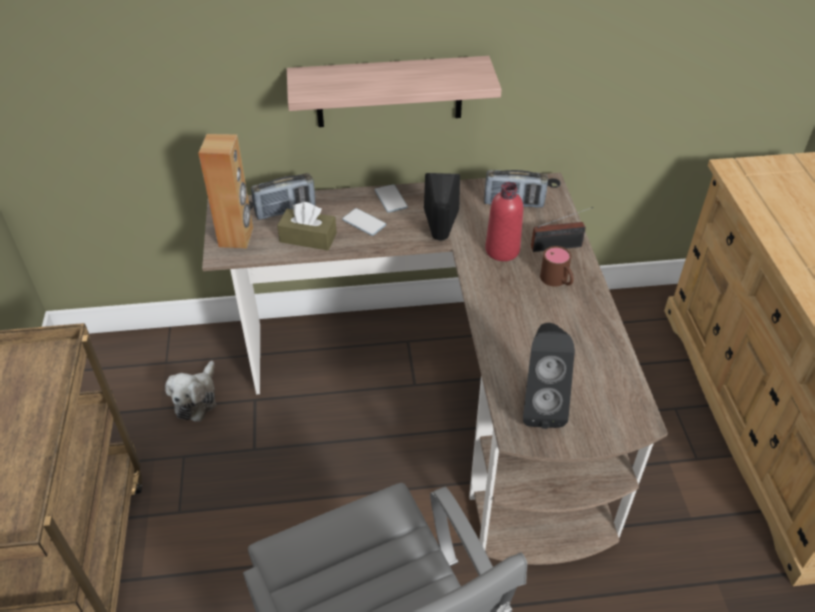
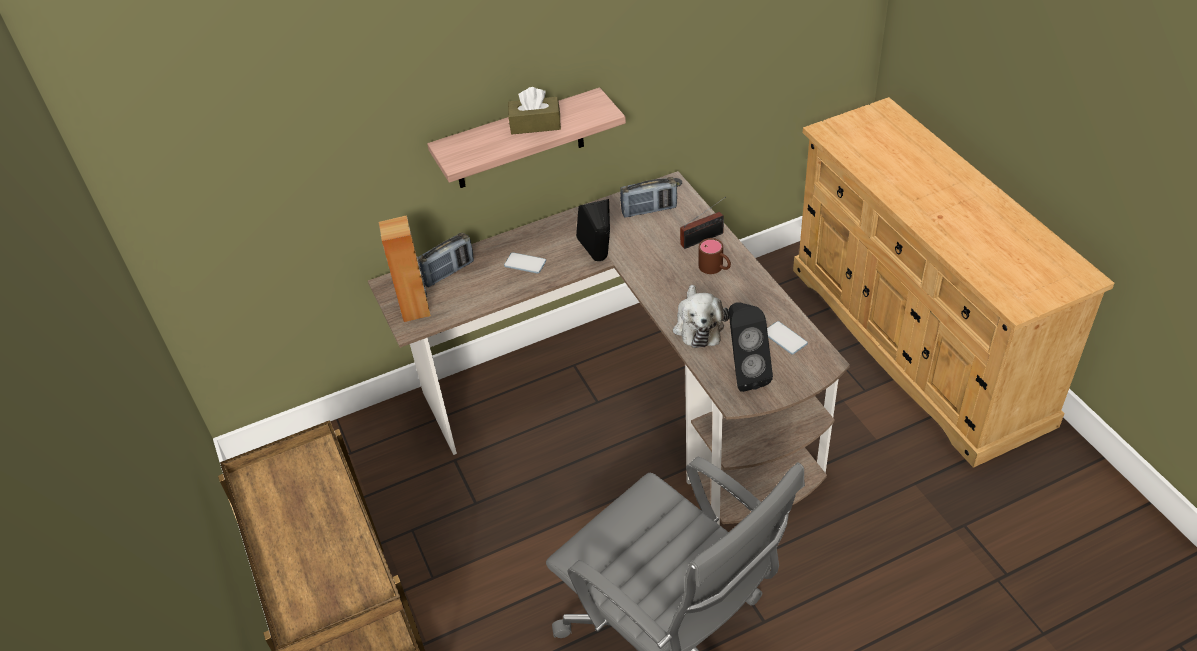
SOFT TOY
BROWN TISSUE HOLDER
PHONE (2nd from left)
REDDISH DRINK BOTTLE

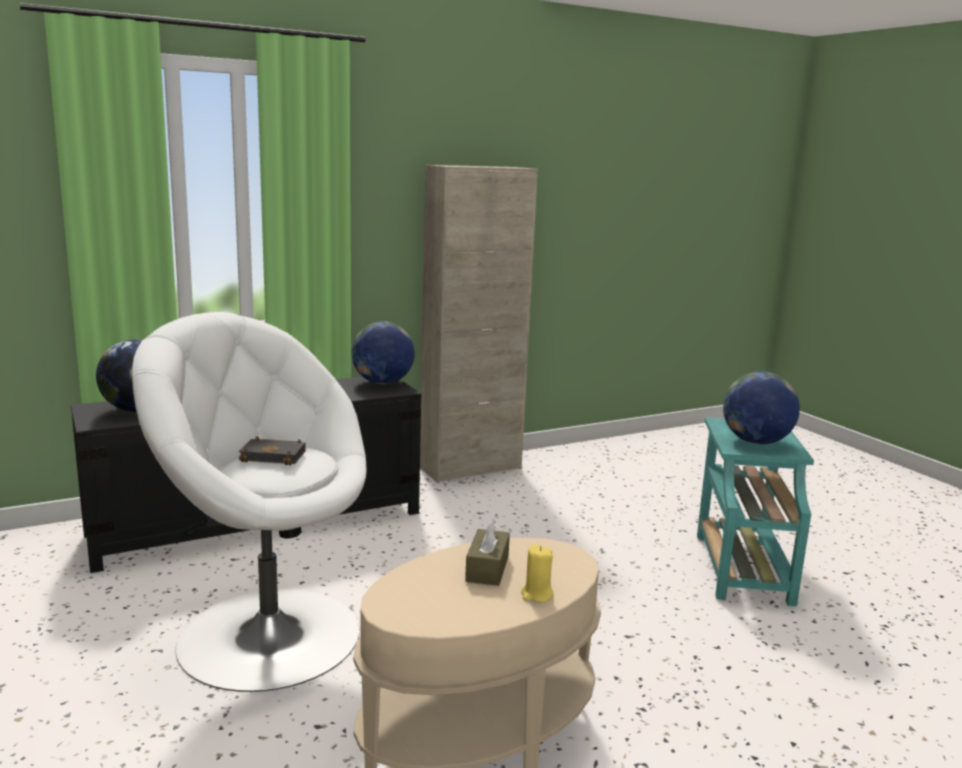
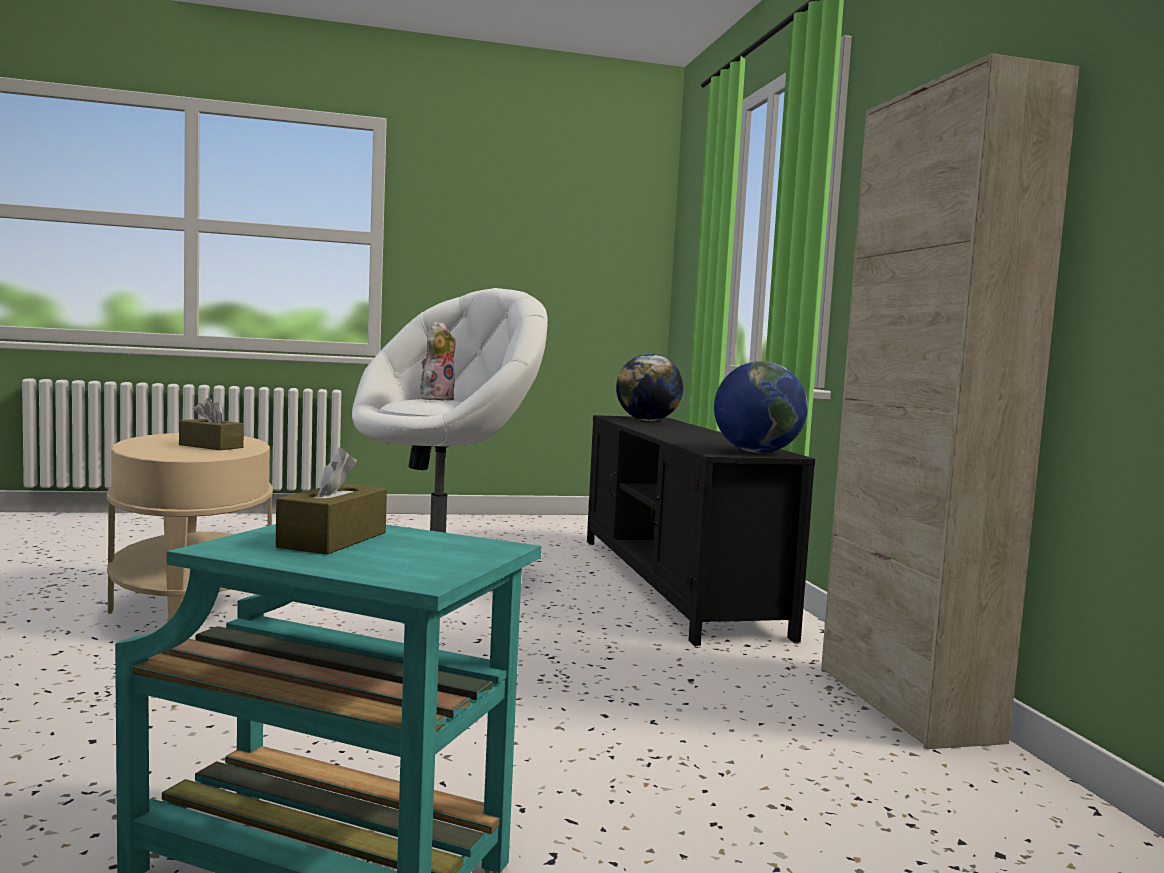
SOFT TOY
YELLOW-COLOURED WAX CANDLE
BROWN TISSUE HOLDER (2nd from left)

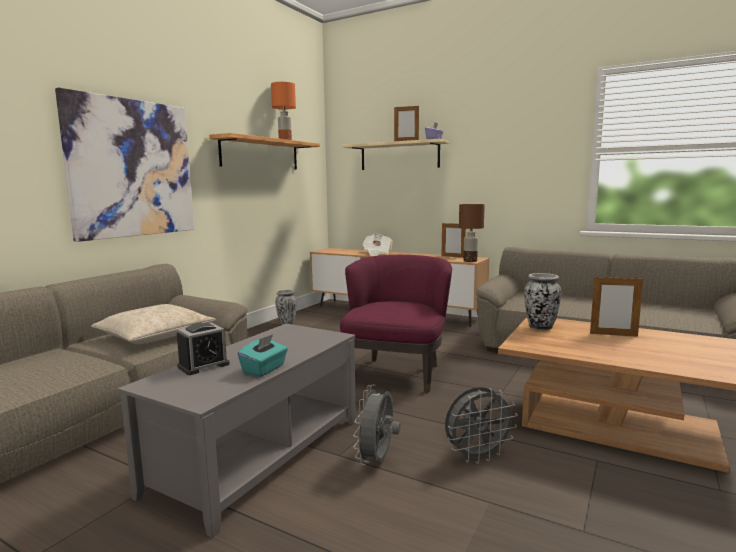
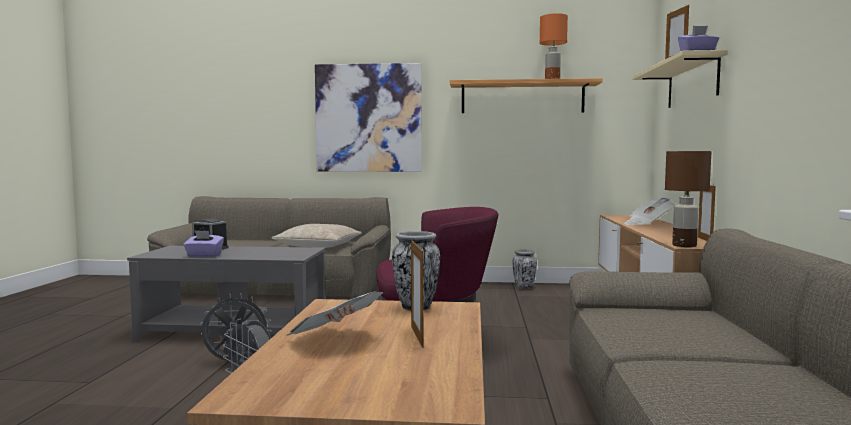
PURPLE TISSUE HOLDER (1st from left)
PRINTED PAPER (1st from left)

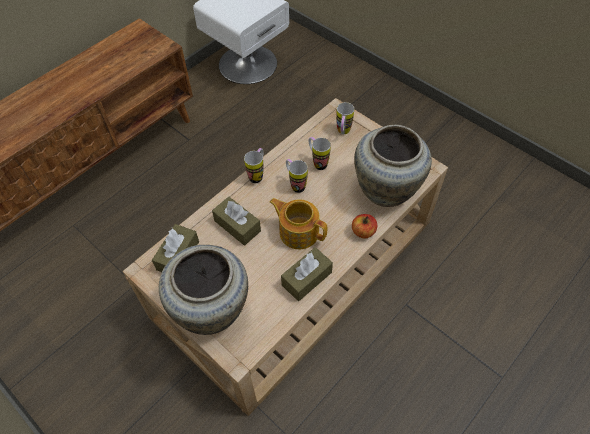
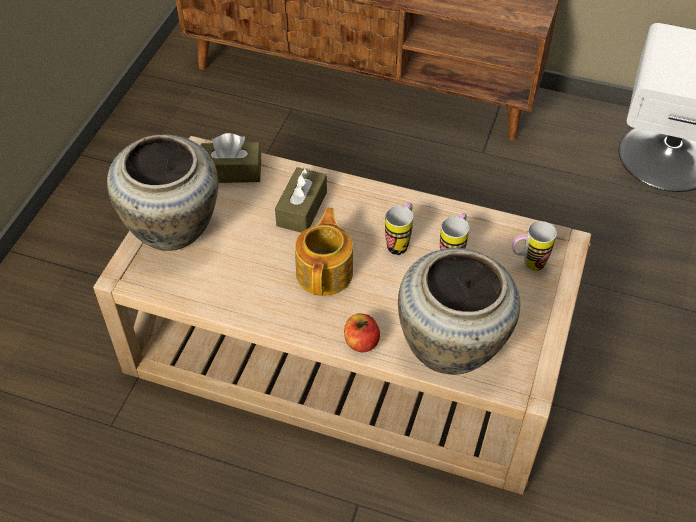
MUG (1st from left in the first image)
BROWN TISSUE HOLDER (3rd from left in the first image)

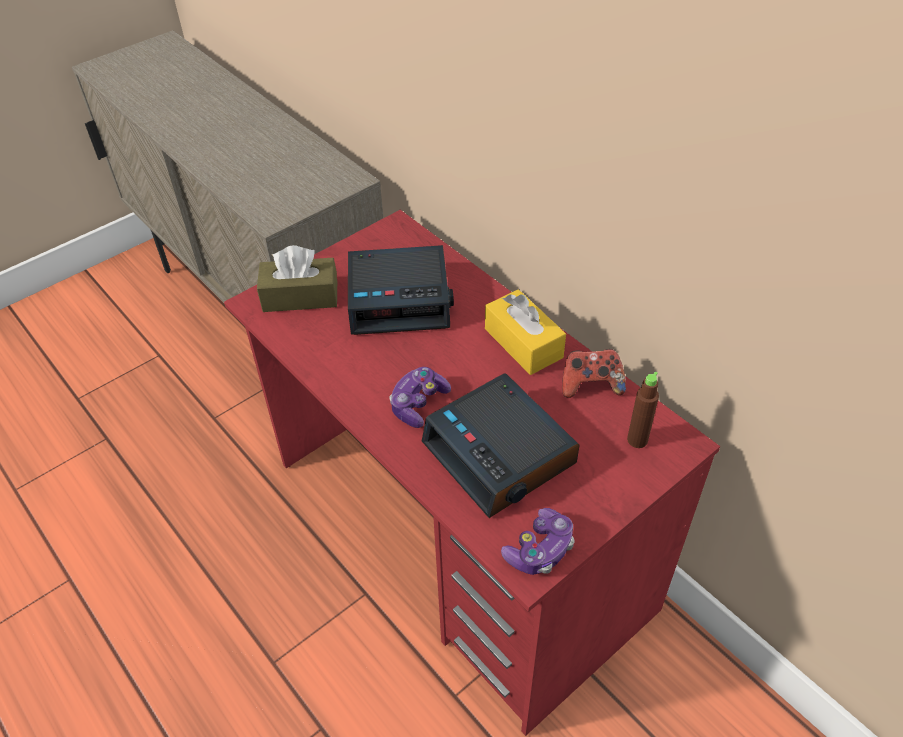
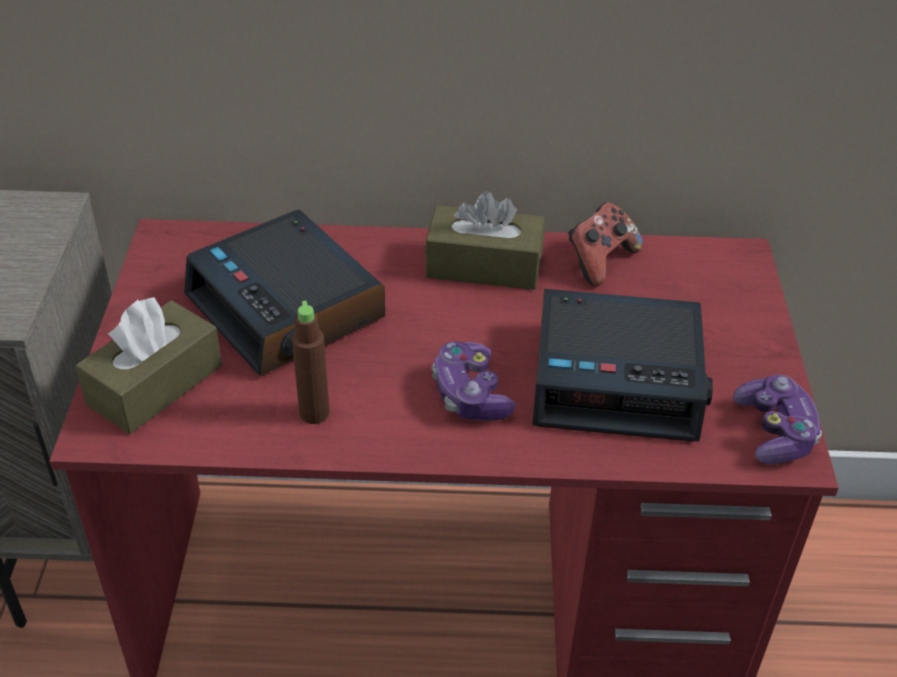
TABLE CLOCK (1st from left)
BROWN TISSUE HOLDER (2nd from left)
BROWN DRINK BOTTLE

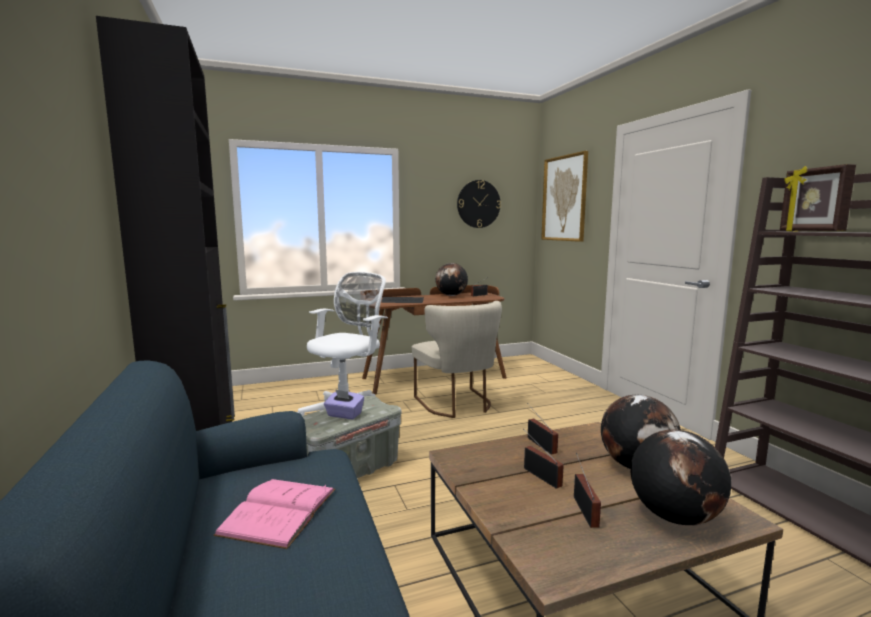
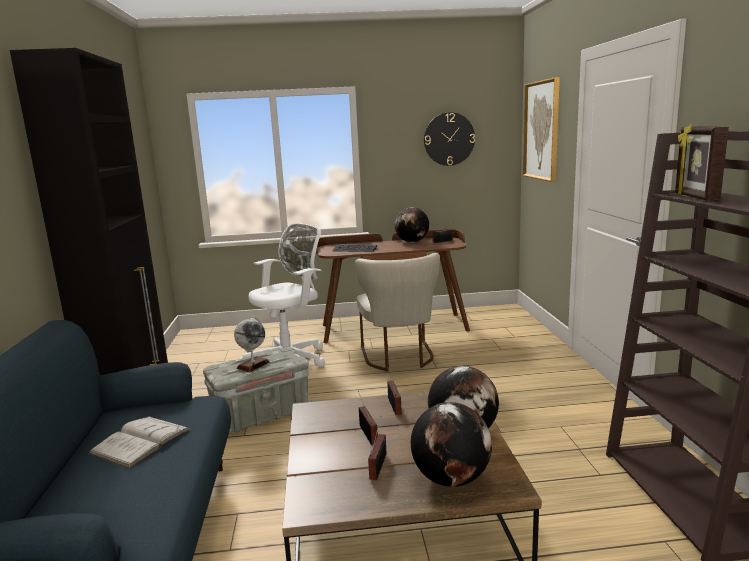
WHITISH BOOK
WORLD GLOBE (1st from left)

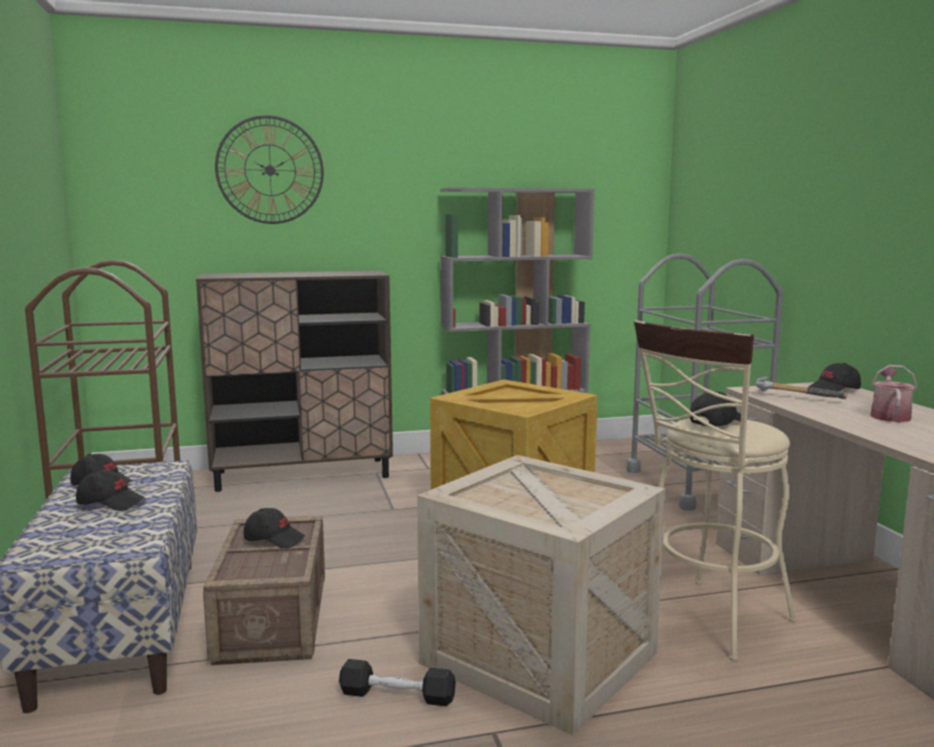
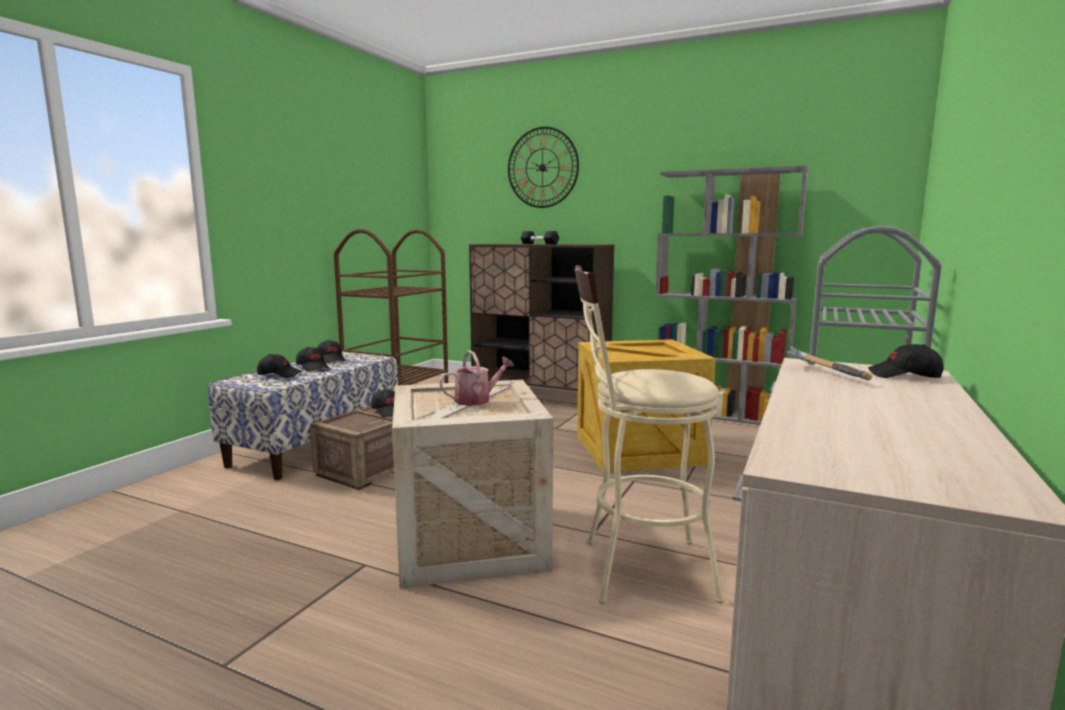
BLACKISH HAND WEIGHT
BLACKISH PEAKED CAP (1st from left)
SPRINKLING CAN

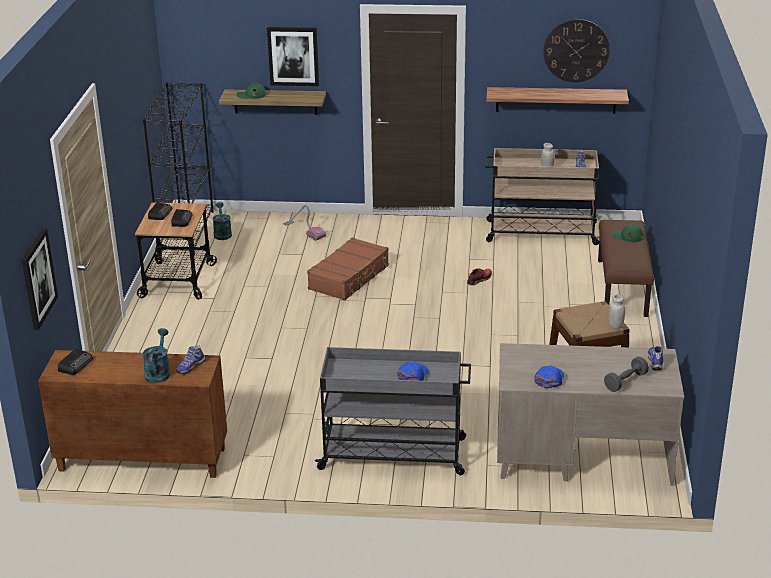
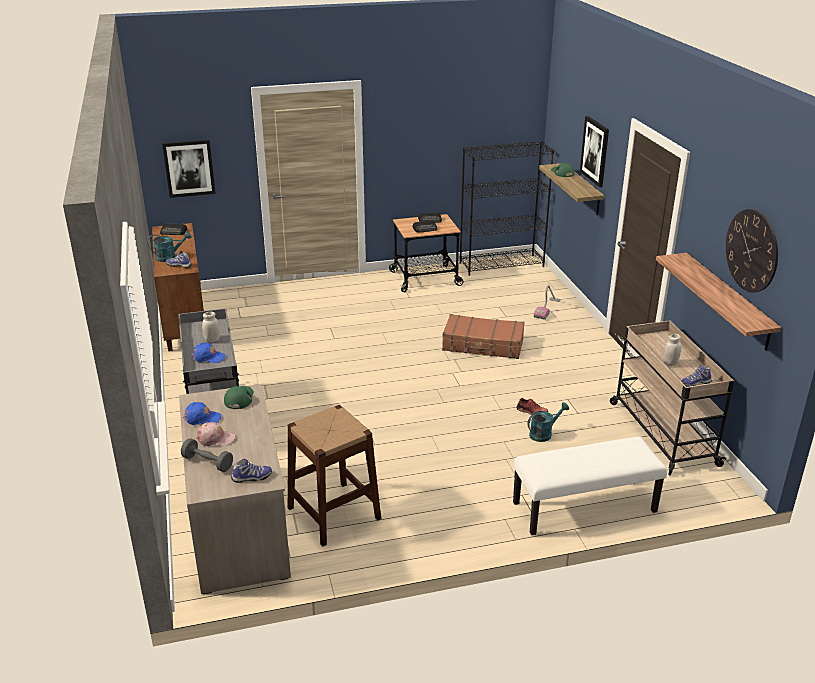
TURQUOISE-COLOURED SPRINKLING CAN (2nd from left)
WHITISH BENCH
WHITISH STORAGE JAR (1st from left)
GREENISH PEAKED CAP (1st from left)
PINKISH PEAKED CAP

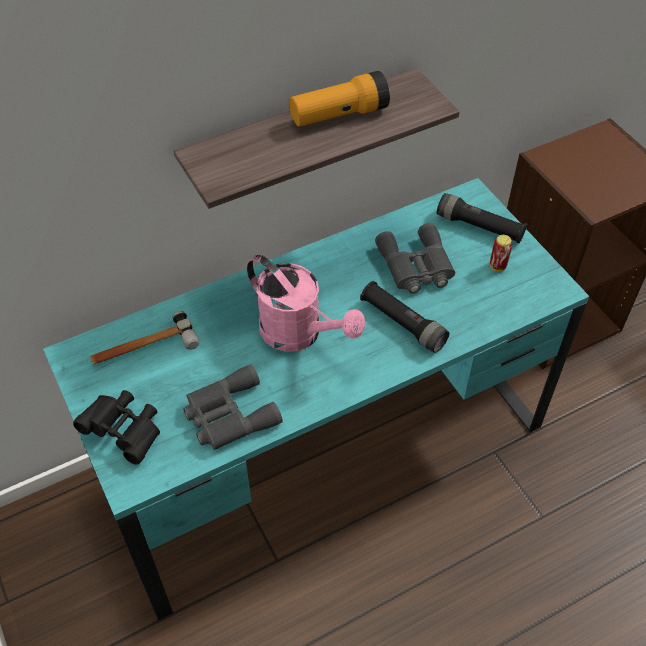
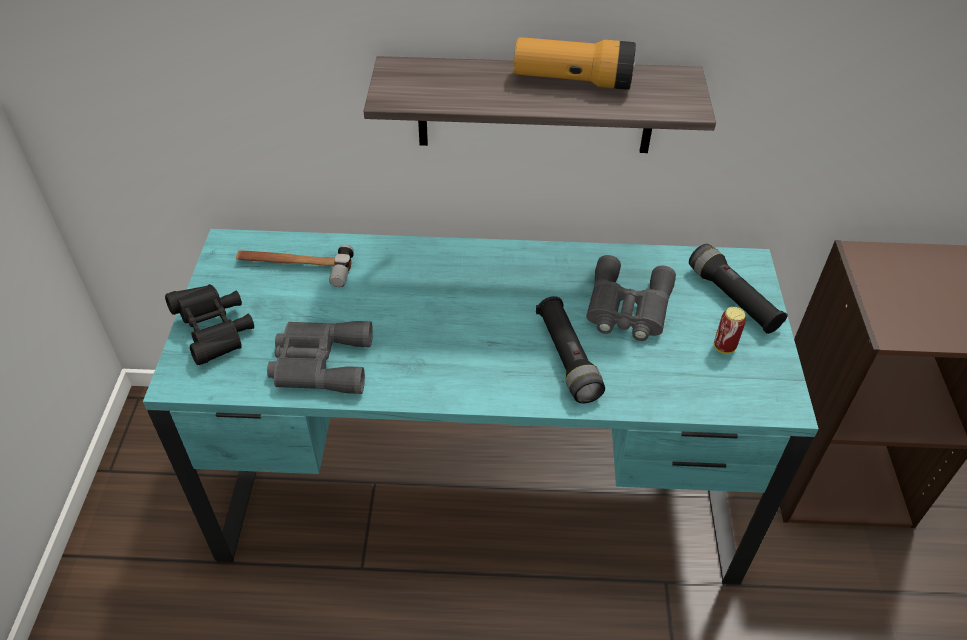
PINKISH SPRINKLING CAN

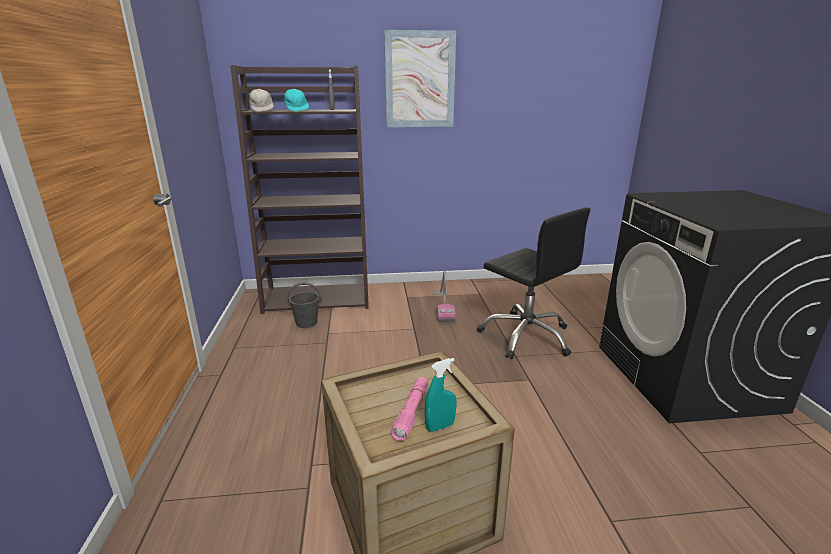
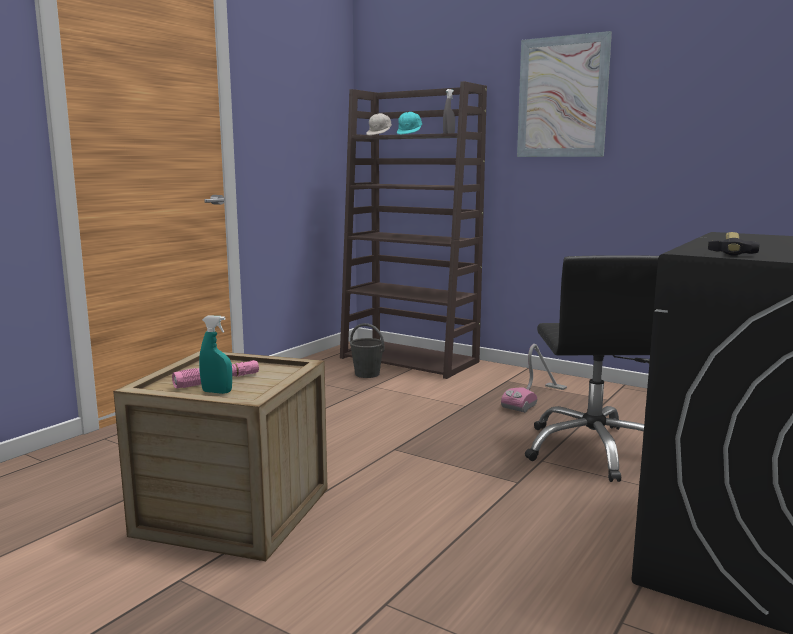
HAND HAMMER

